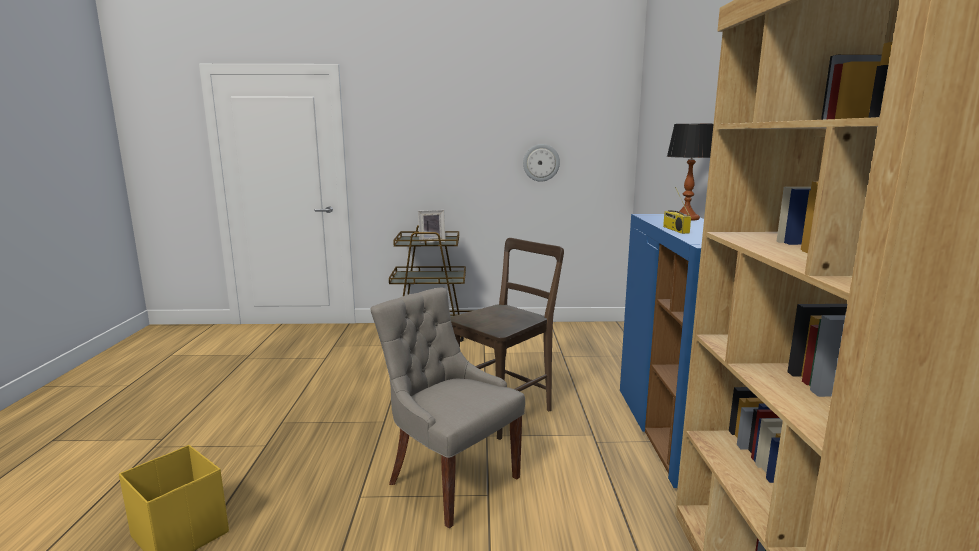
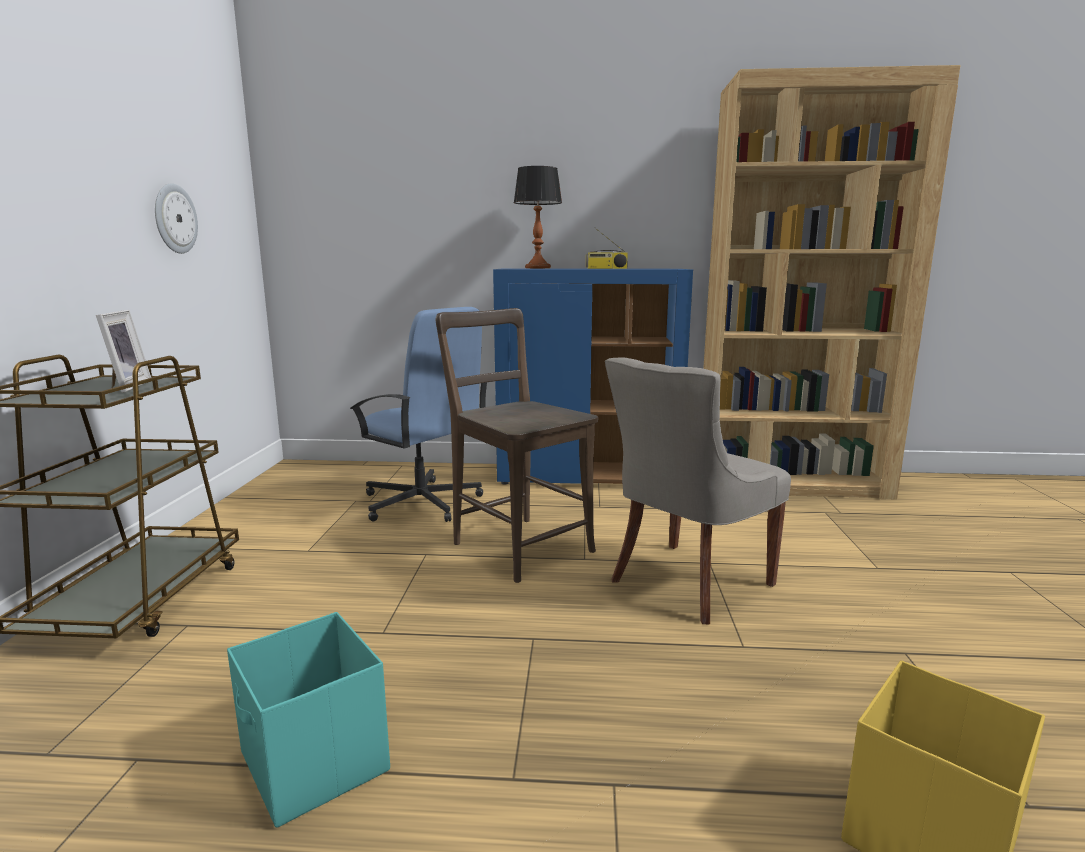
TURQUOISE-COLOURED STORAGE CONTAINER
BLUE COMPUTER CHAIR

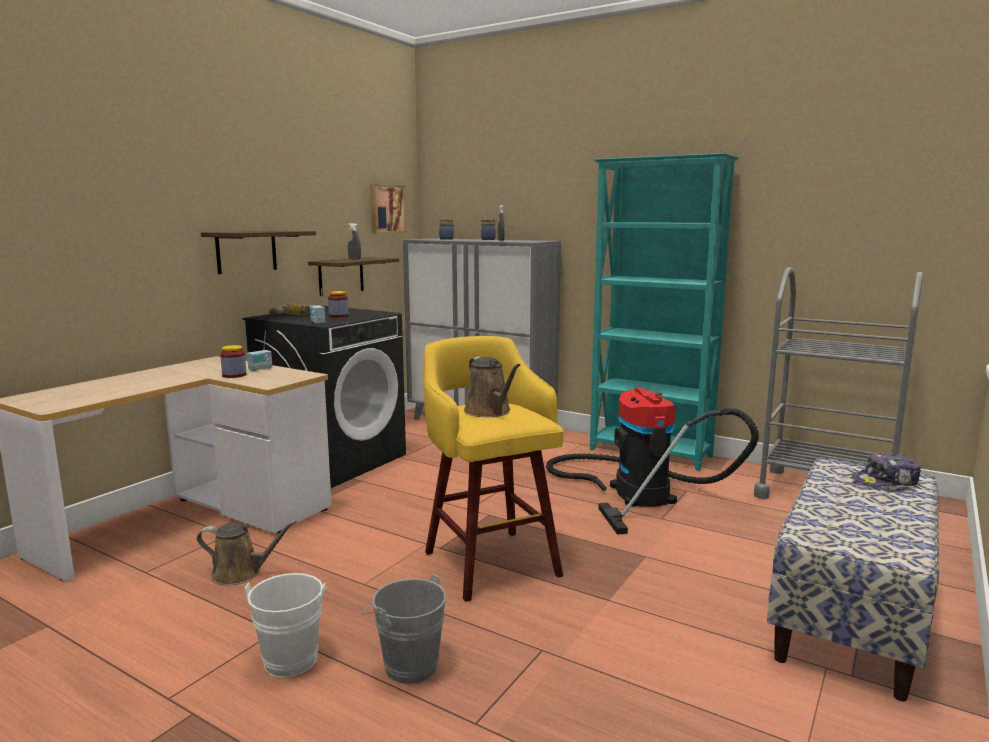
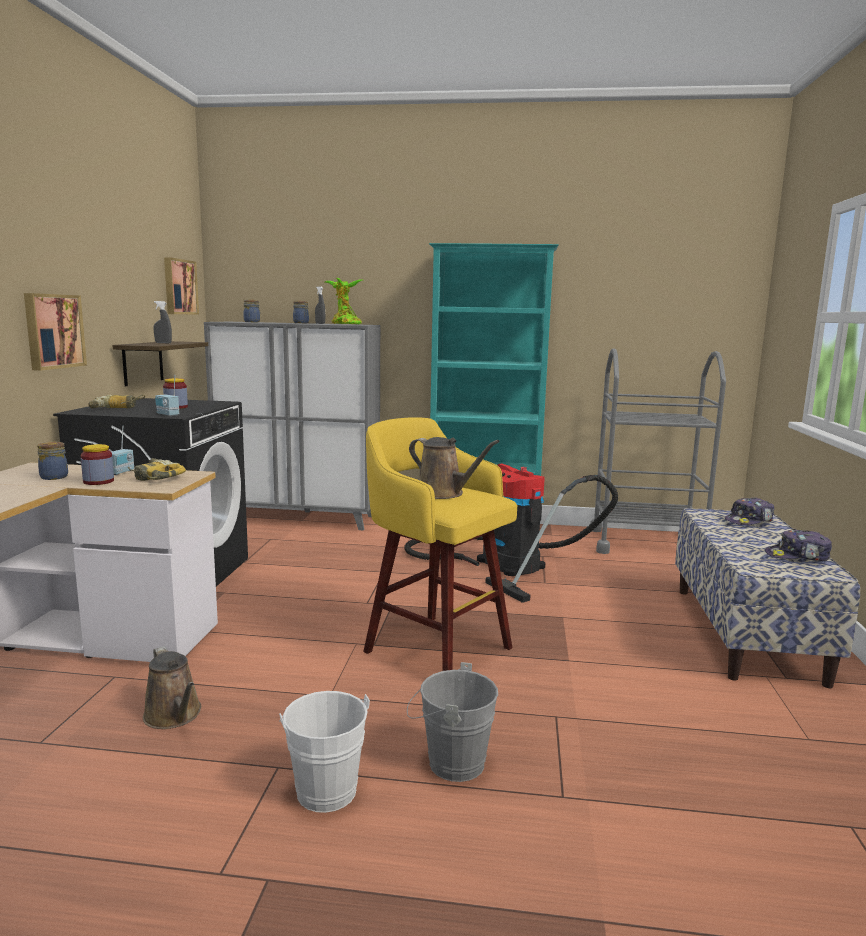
BROWN SPRINKLING CAN (1st from left)
WALL ART (1st from left)
STORAGE JAR (1st from left)
ELECTRIC DRILL (2nd from left)
HOUSEPLANT
PEAKED CAP (2nd from left)

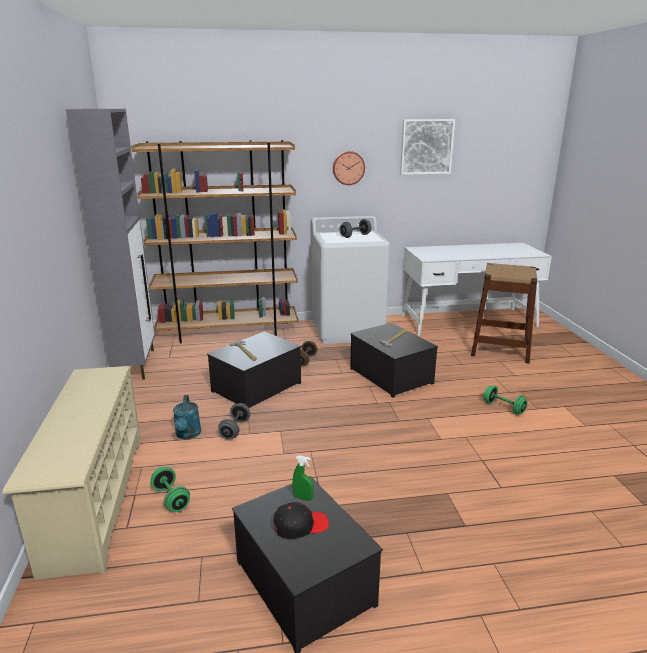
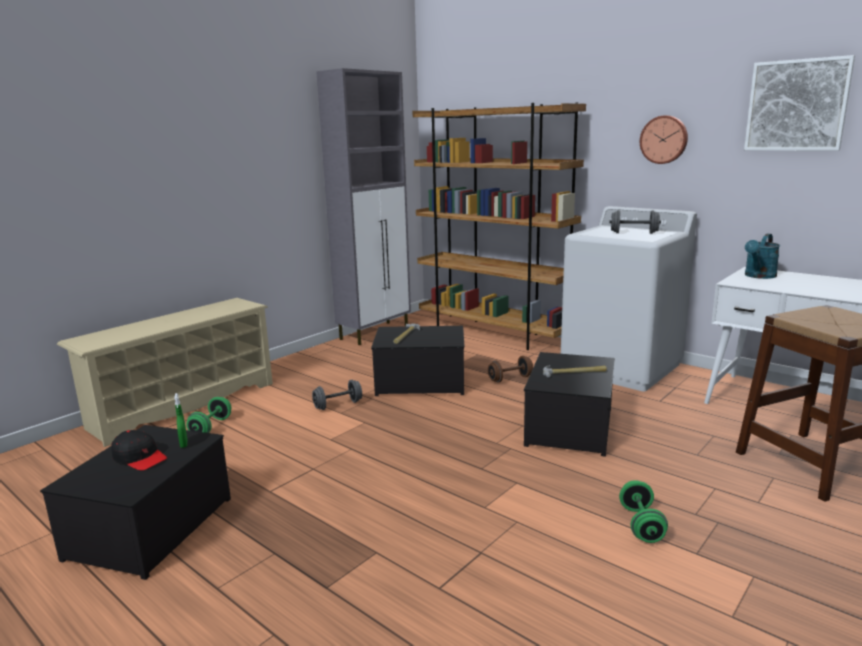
TURQUOISE-COLOURED SPRINKLING CAN

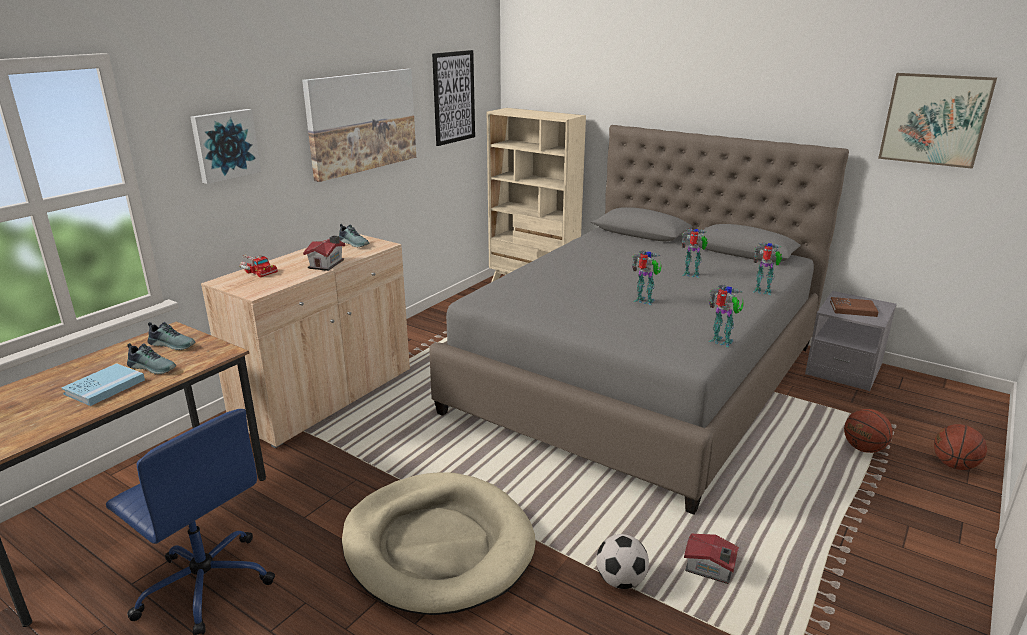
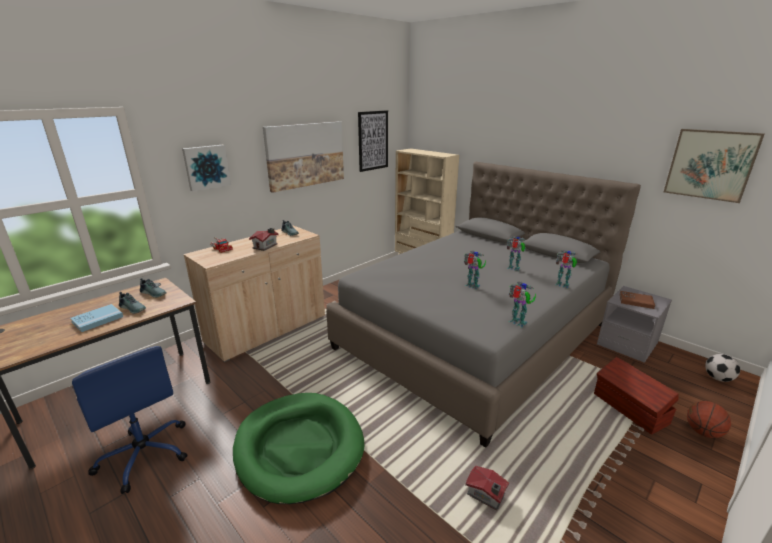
GREENISH DOG BED
FOOTBALL
BROWN STORAGE CONTAINER

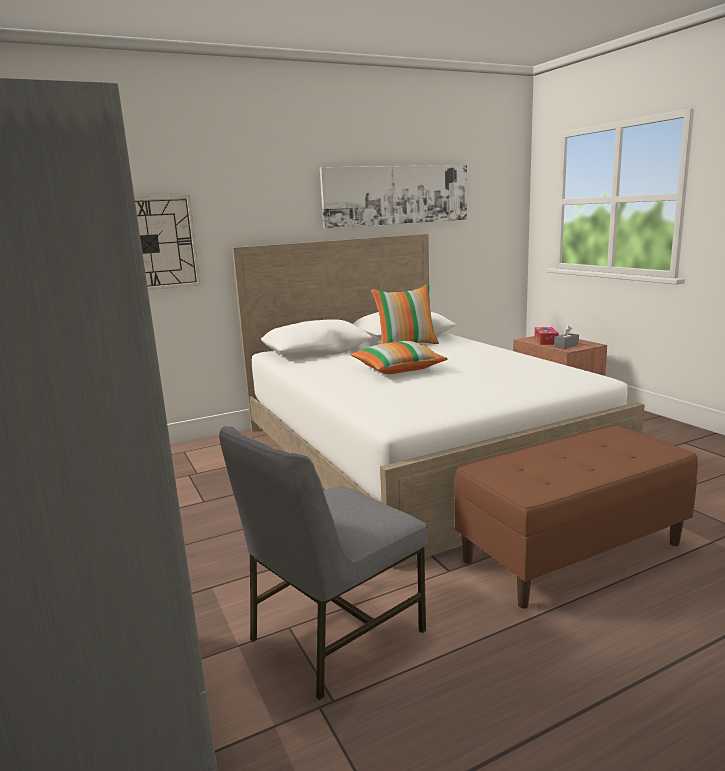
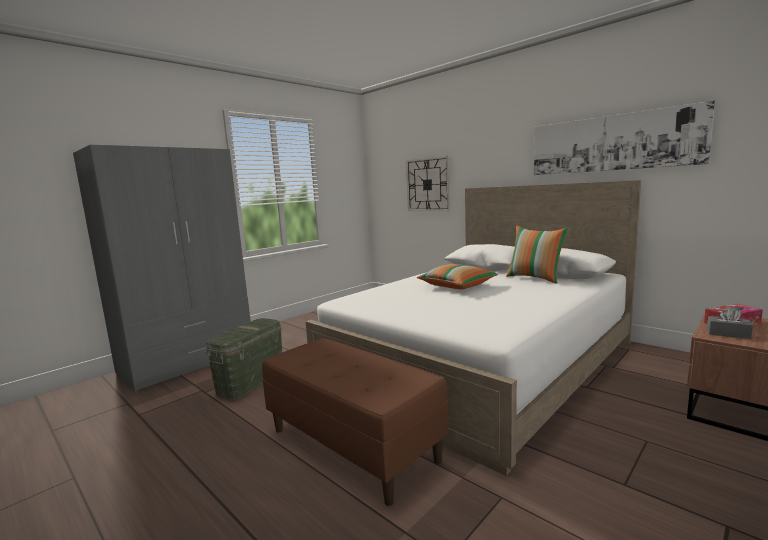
GREENISH STORAGE CONTAINER

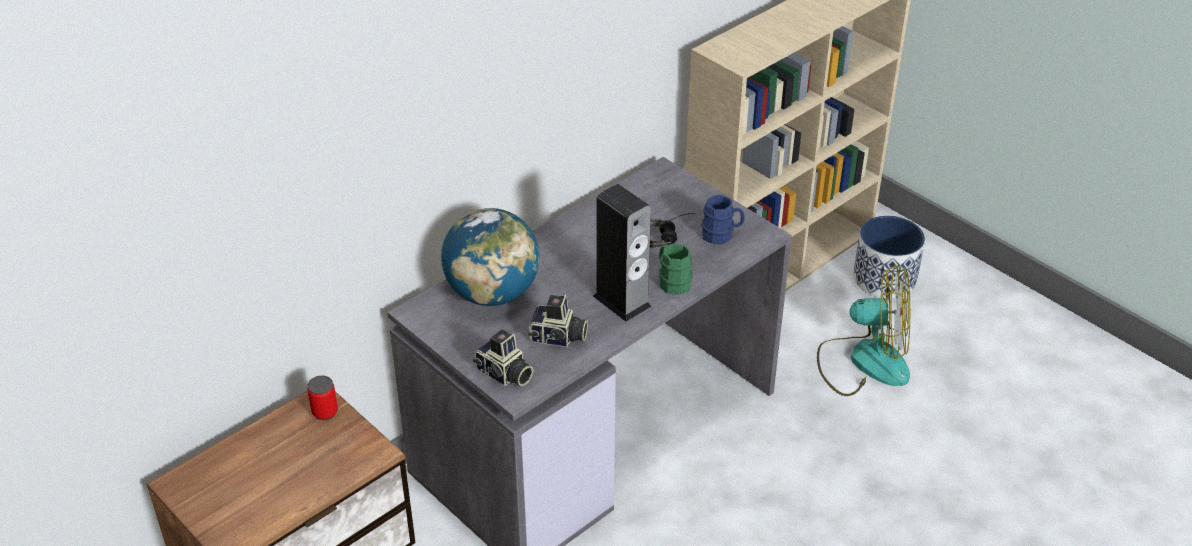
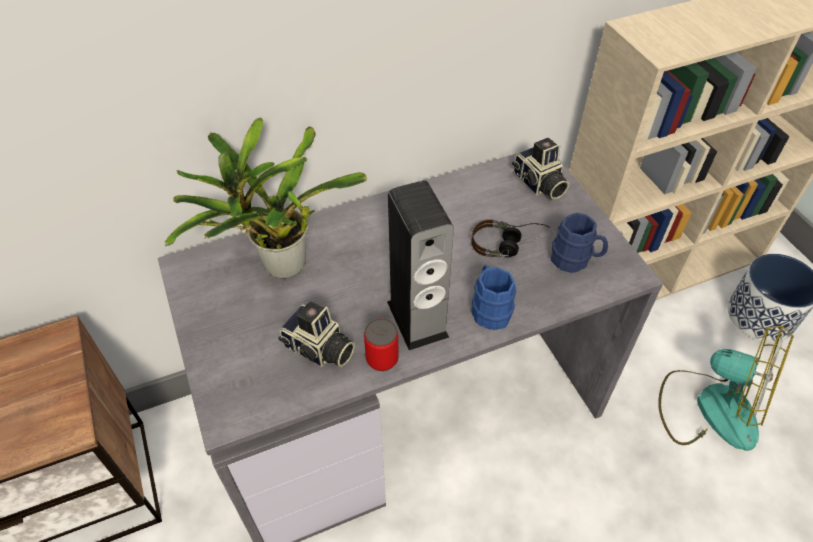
METAL CAN
HOUSEPLANT
STILL CAMERA (2nd from left)
BLUE MUG (1st from left)

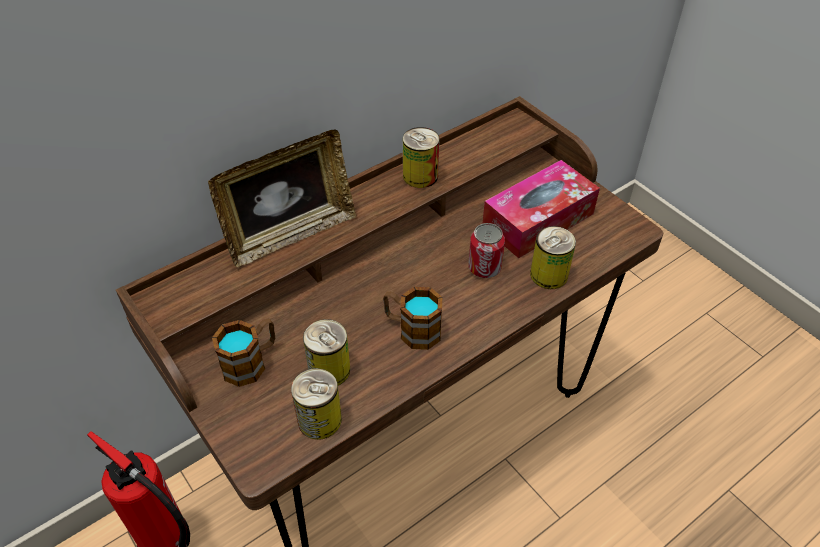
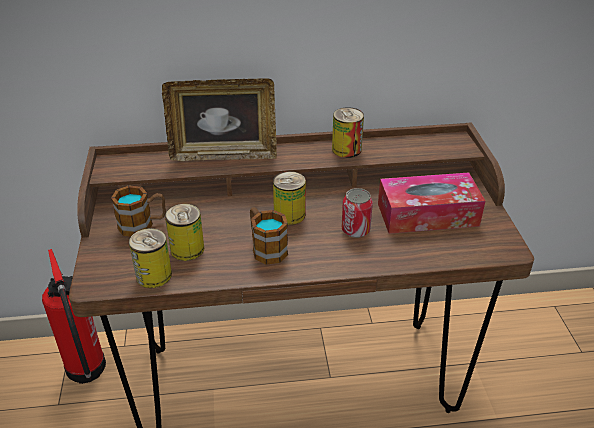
METAL CAN (3rd from left)

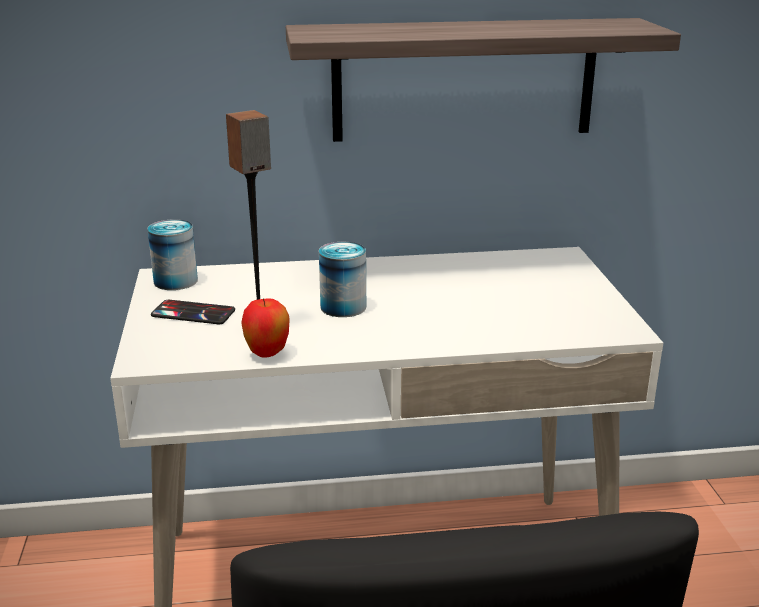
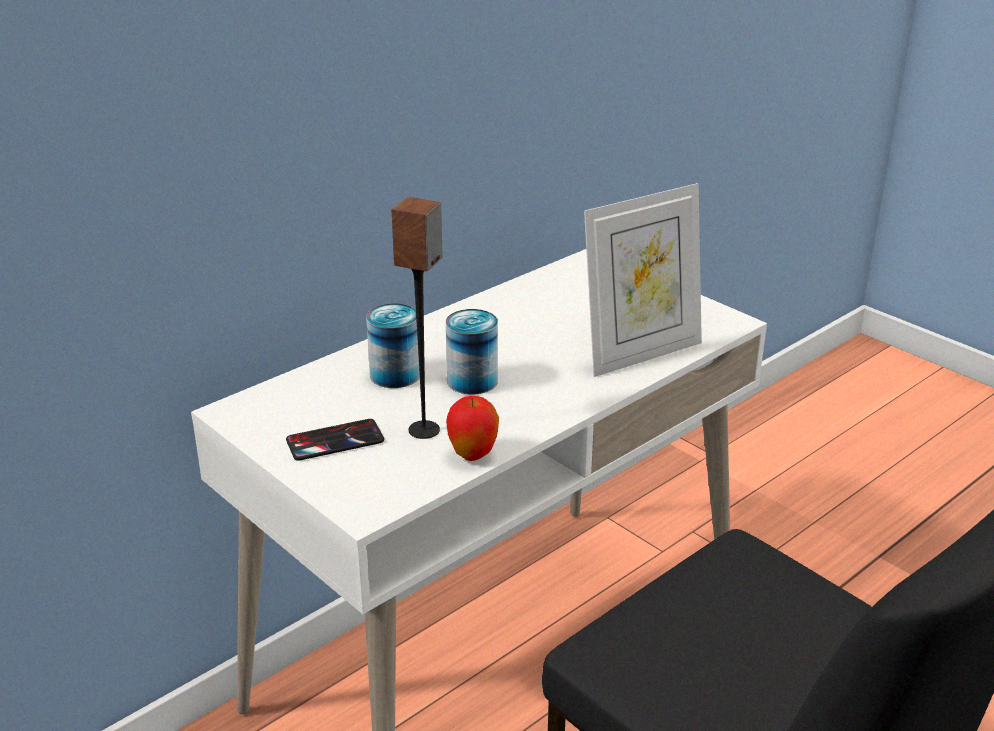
METAL CAN (1st from left)
BRACKET SHELF
PICTURE FRAME

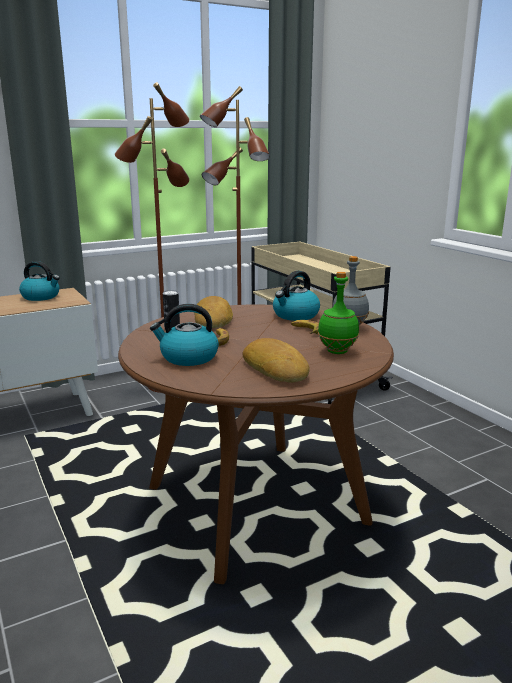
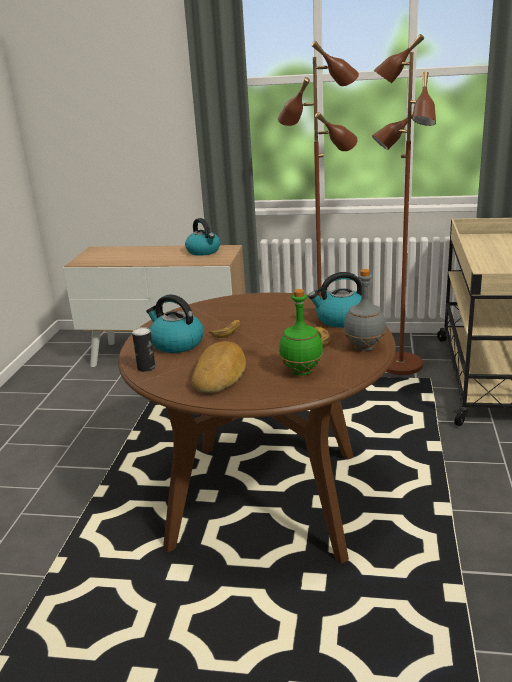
METAL CAN
BAKERY BREAD (1st from left in the first image)

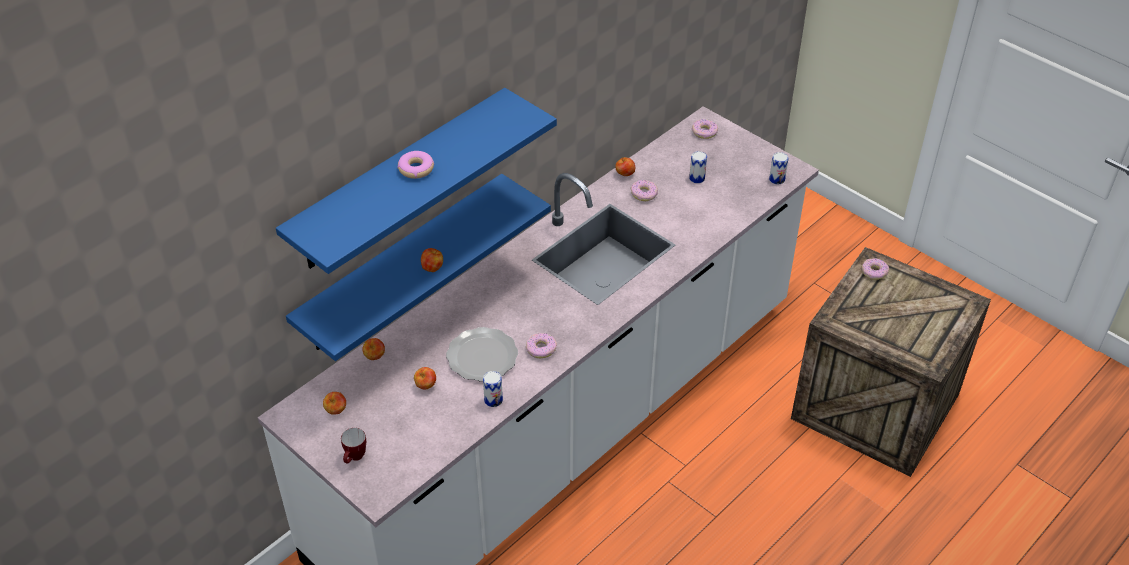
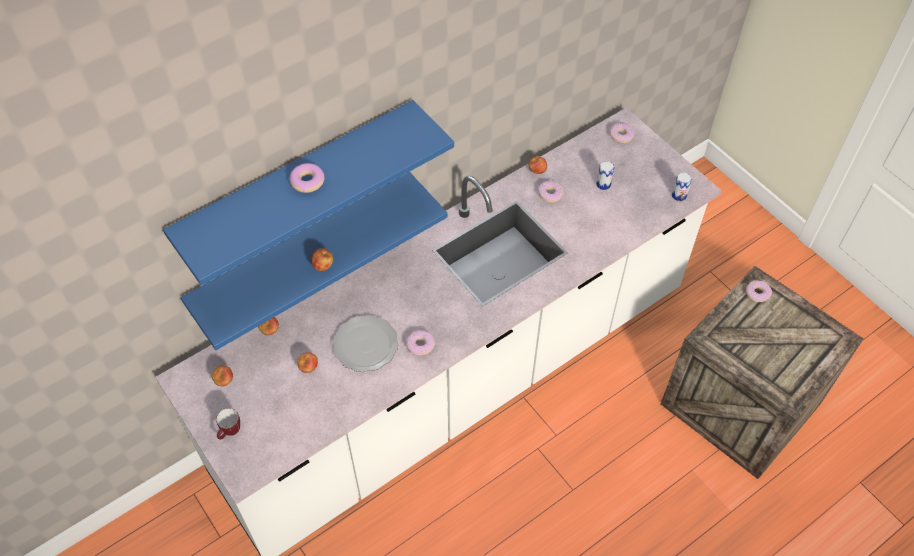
METAL CAN (1st from left in the first image)

